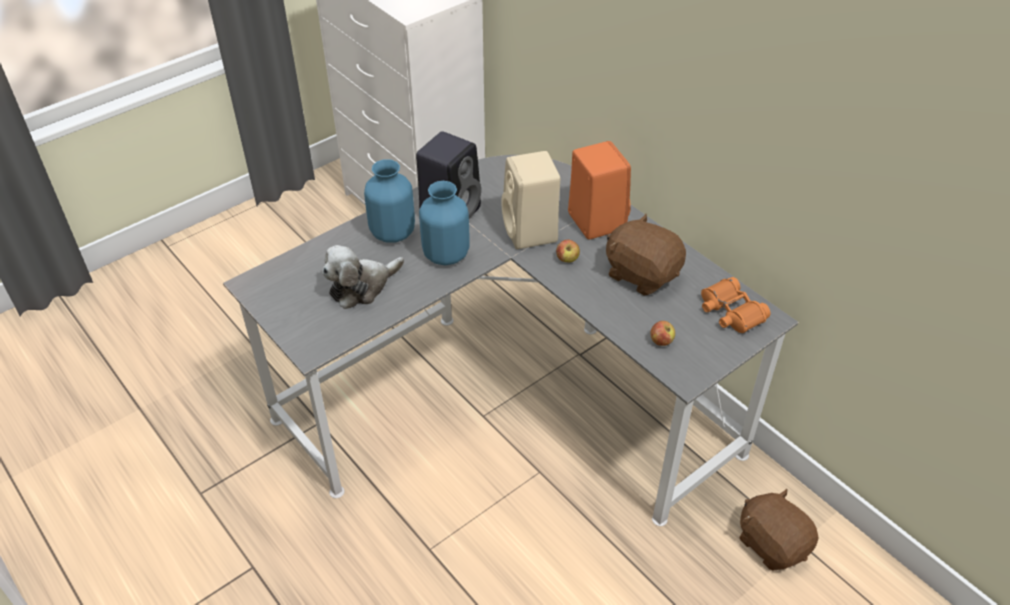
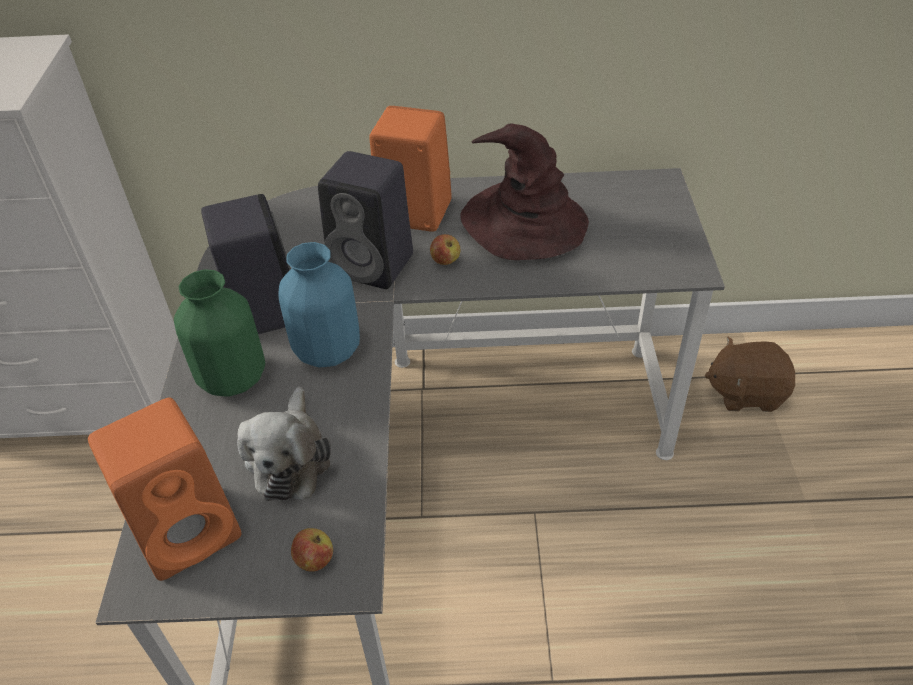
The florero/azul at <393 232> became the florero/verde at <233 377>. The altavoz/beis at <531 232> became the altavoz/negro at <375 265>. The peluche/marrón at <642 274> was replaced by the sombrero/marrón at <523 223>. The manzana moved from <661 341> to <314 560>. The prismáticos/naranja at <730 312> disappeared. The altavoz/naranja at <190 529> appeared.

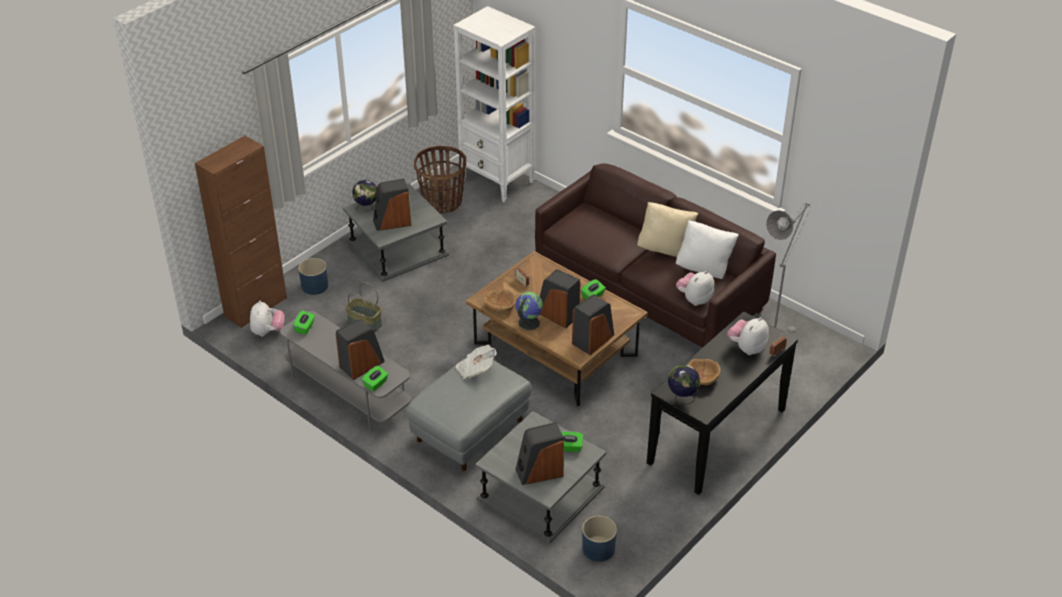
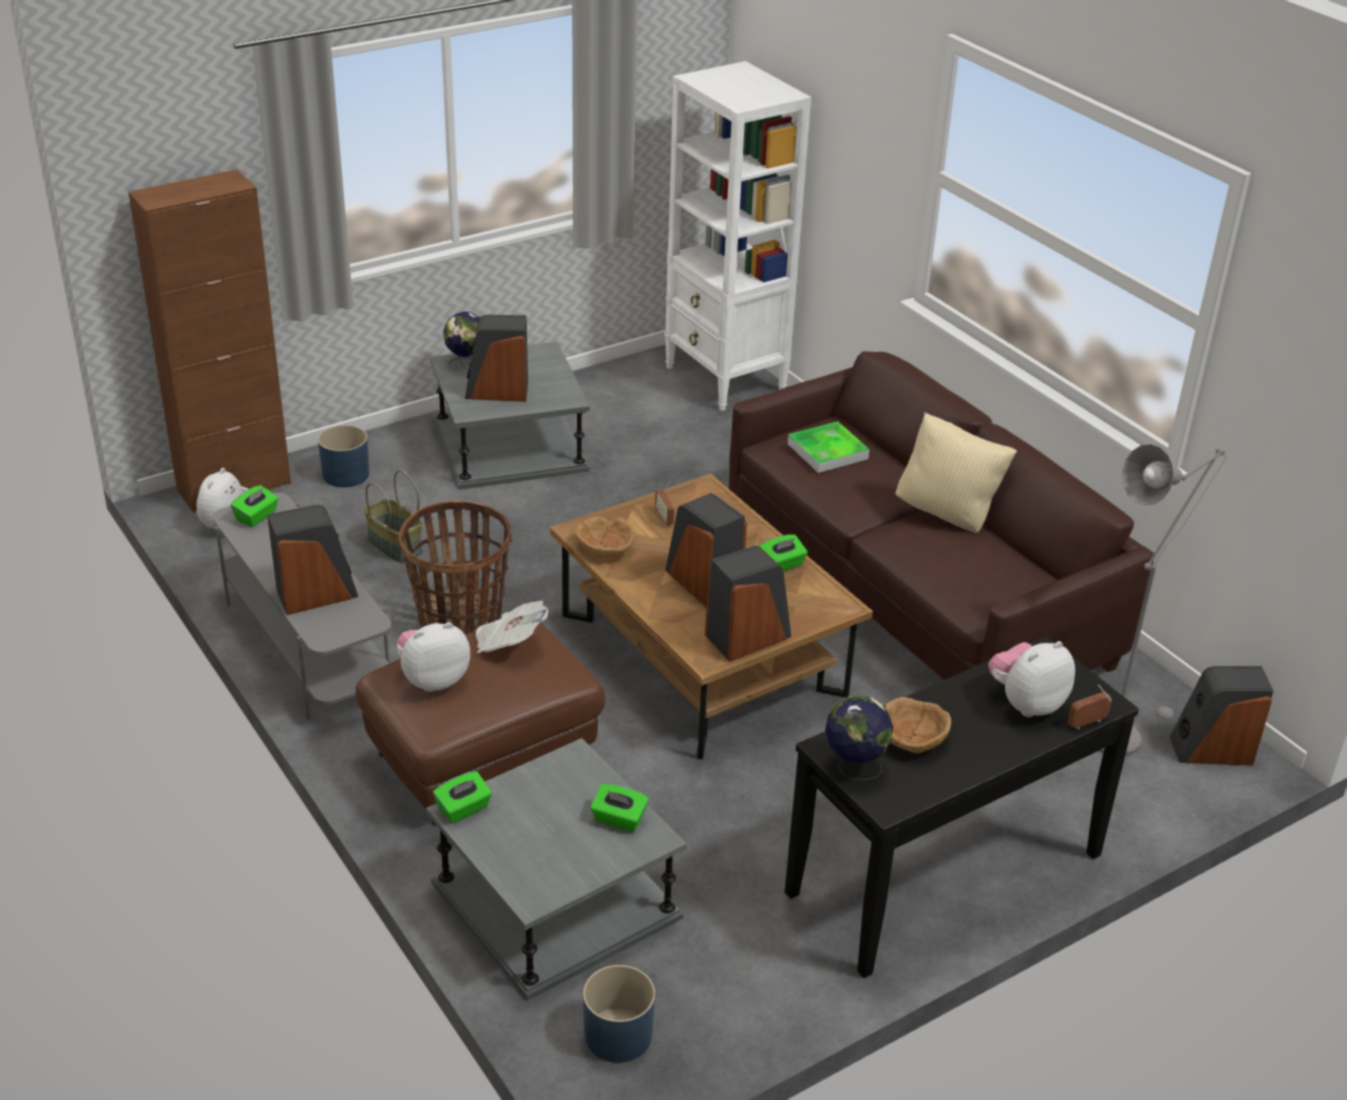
The caja de pañuelos/verde moved from <375 384> to <463 809>. The puf/gris at <470 431> became the puf/marrón at <482 758>. The cesta moved from <442 202> to <460 619>. The globo terráqueo at <528 322> disappeared. The altavoz moved from <539 472> to <1211 749>. The cojín/blanco at <704 269> disappeared. The peluche moved from <694 299> to <433 679>. The bandeja at <827 451> appeared.

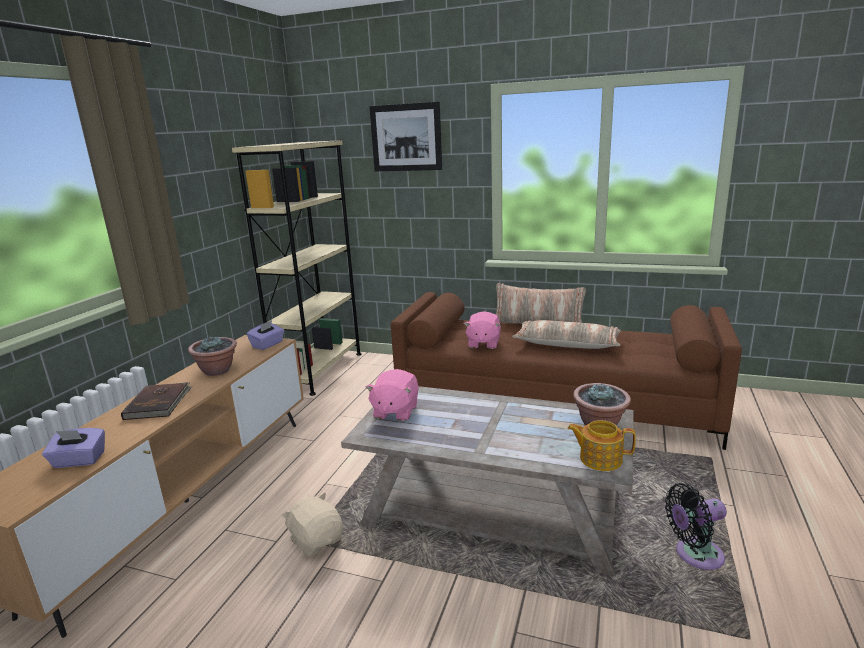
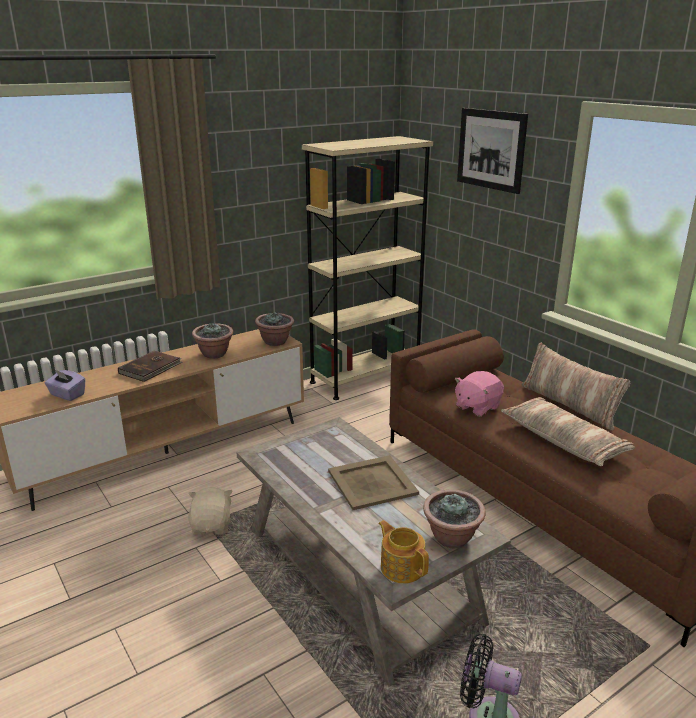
The caja de pañuelos/morado at <268 345> was replaced by the planta en maceta at <275 342>. The peluche/rosa at <395 411> disappeared. The bandeja/beis at <373 483> appeared.

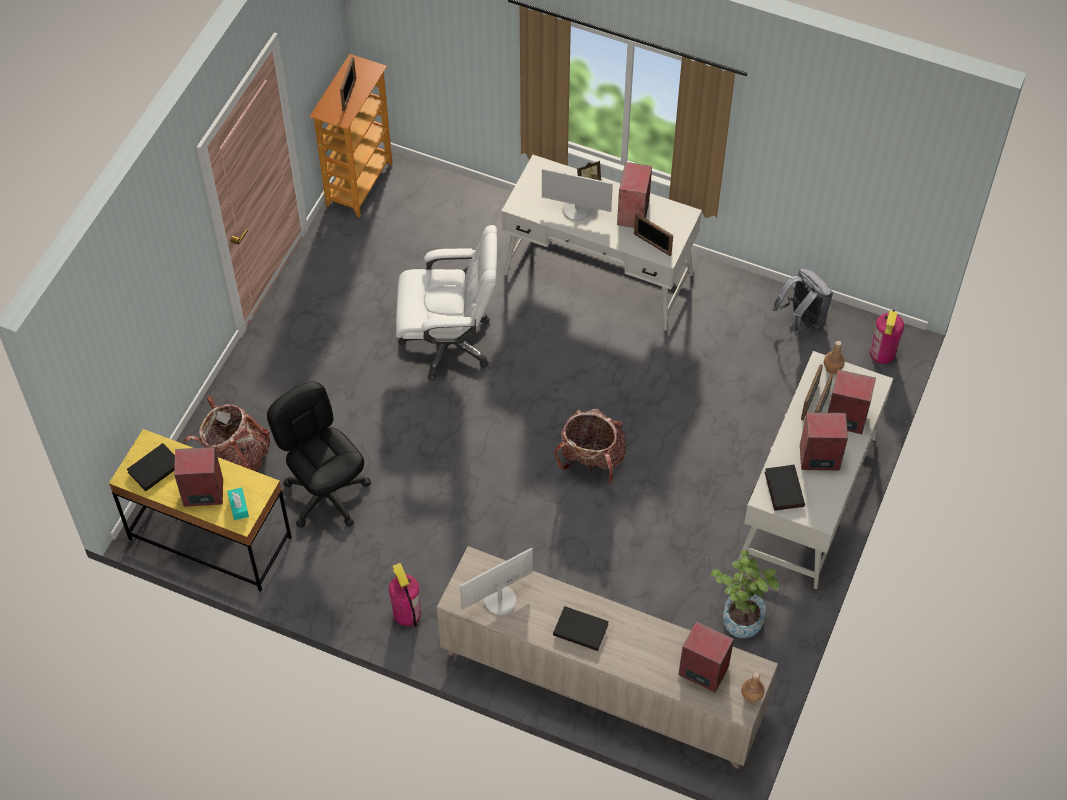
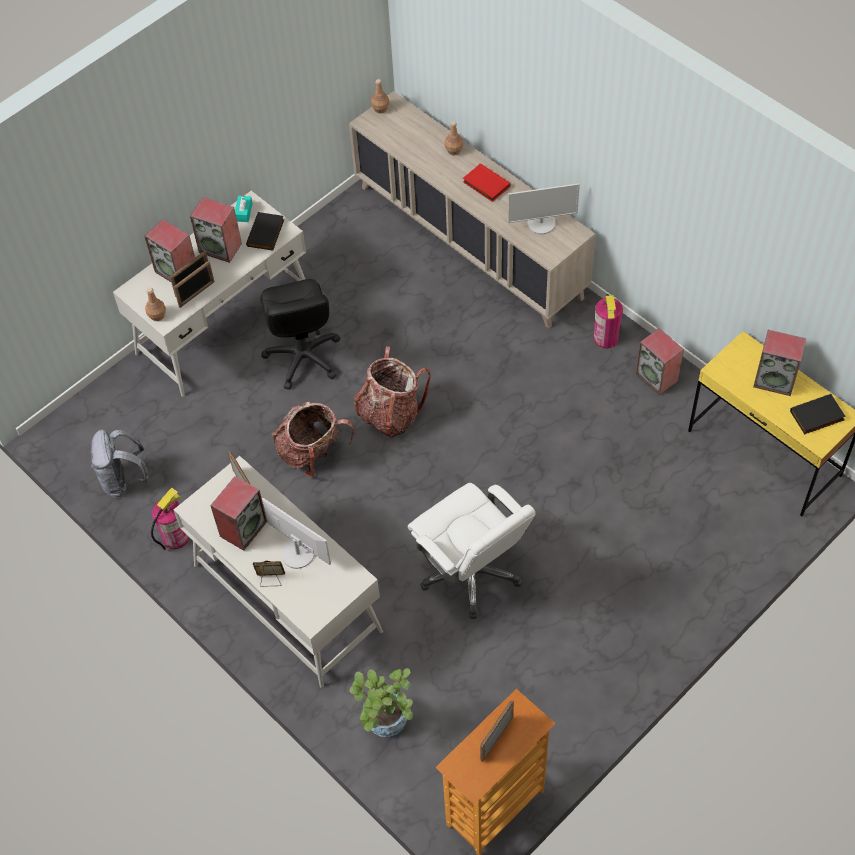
The mochila moved from <236 461> to <312 452>. The caja de pañuelos/turquesa moved from <238 506> to <244 212>. The silla de oficina/negro moved from <327 494> to <303 357>. The silla de oficina/blanco at <449 342> turned 150 degrees counterclockwise. The libro/negro at <581 629> became the libro/rojo at <485 185>. The altavoz moved from <702 671> to <657 377>. The planta en maceta moved from <740 615> to <386 724>. The extintor moved from <882 353> to <175 537>. The botella/marrón at <454 150> appeared.

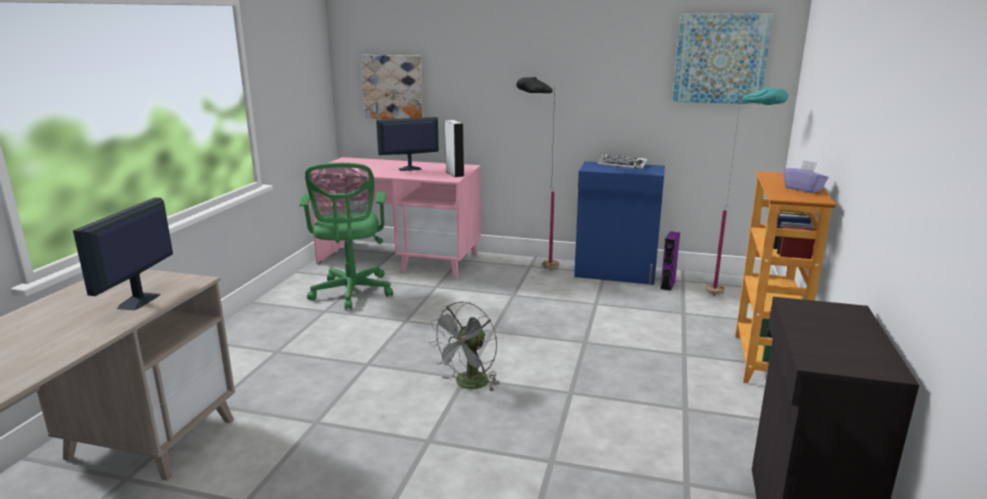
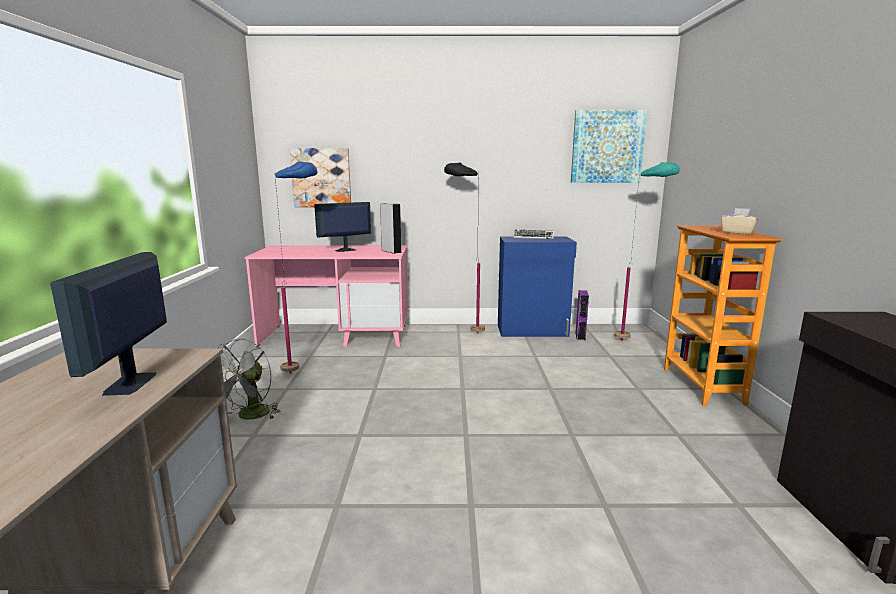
The silla de oficina/verde at <351 293> was replaced by the lámpara de pie/azul at <306 369>. The ventilador/gris moved from <468 385> to <250 416>. The caja de pañuelos/morado at <803 189> became the caja de pañuelos/beis at <737 232>.

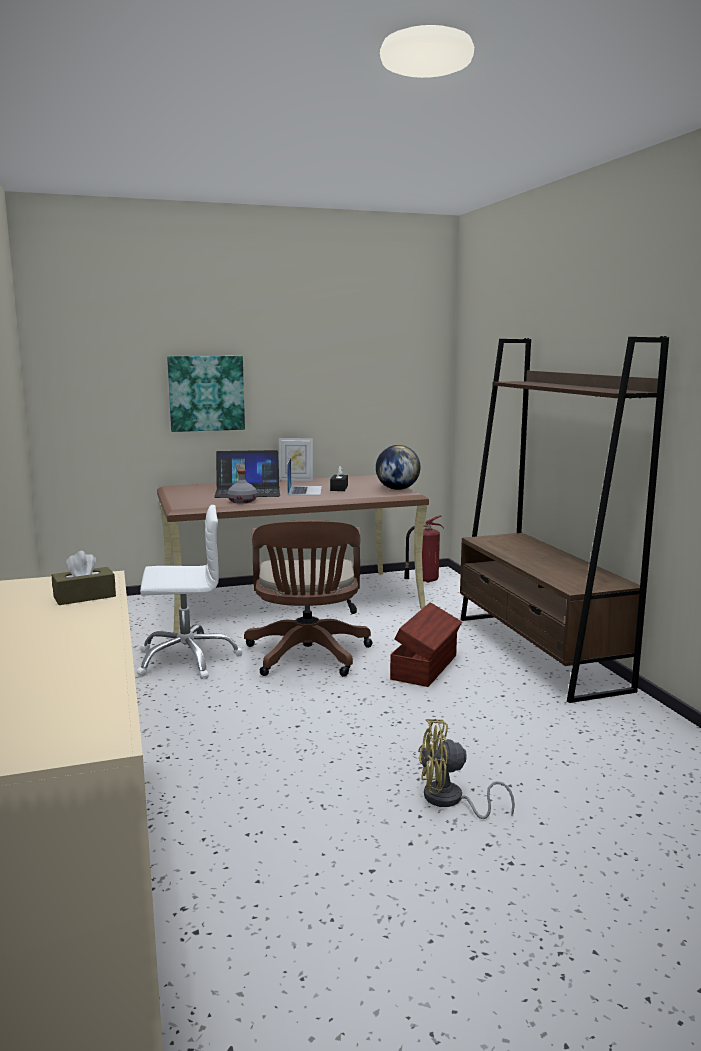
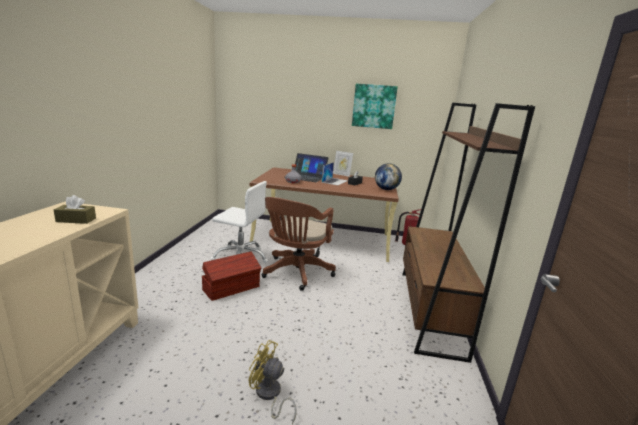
The cuadro moved from <206 393> to <374 106>. The caja de almacenaje/marrón moved from <426 667> to <232 288>.

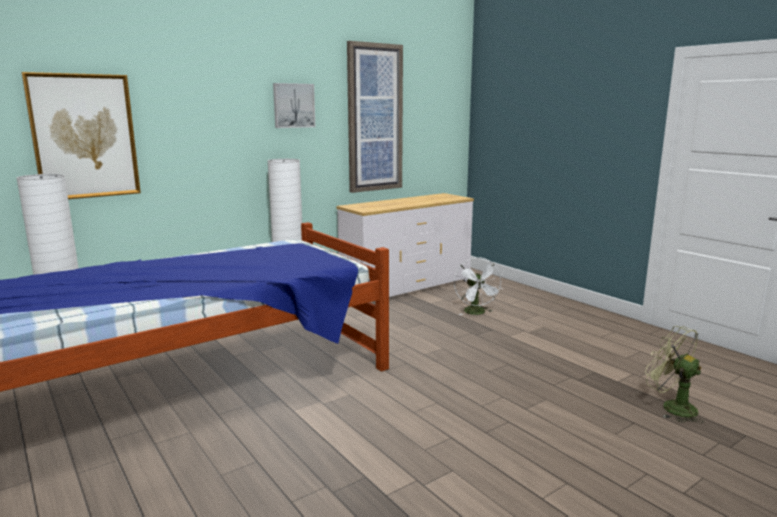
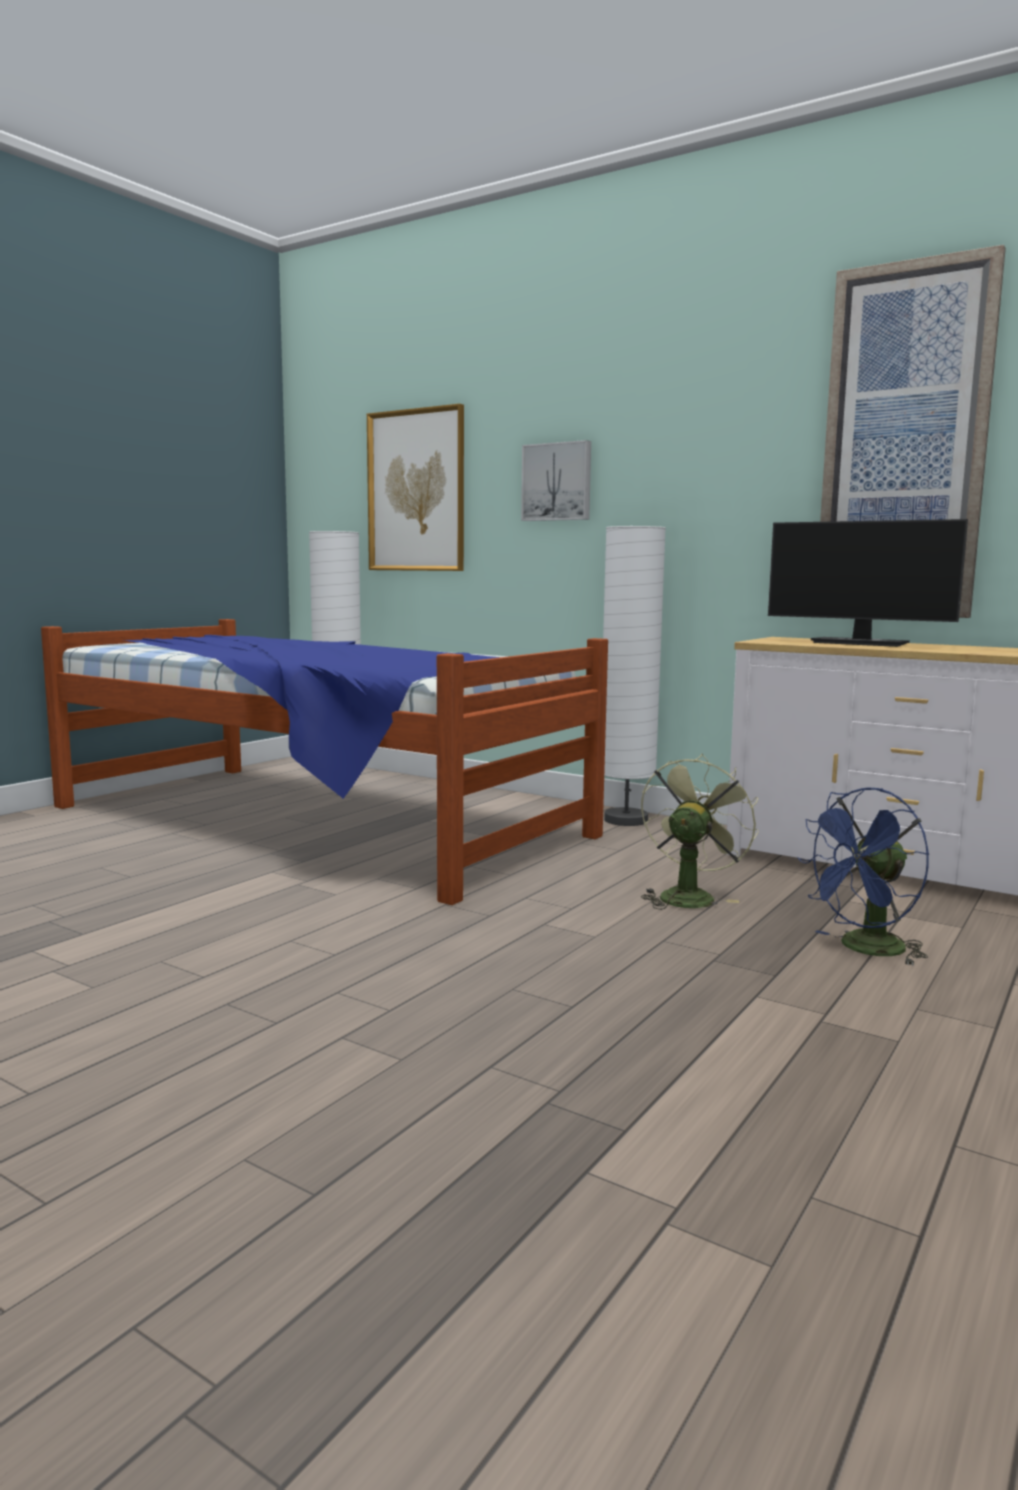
The cuadro moved from <293 105> to <557 482>. The ventilador/blanco at <477 313> became the ventilador/azul at <864 950>. The ventilador/verde moved from <671 407> to <689 896>. The monitor at <862 643> appeared.

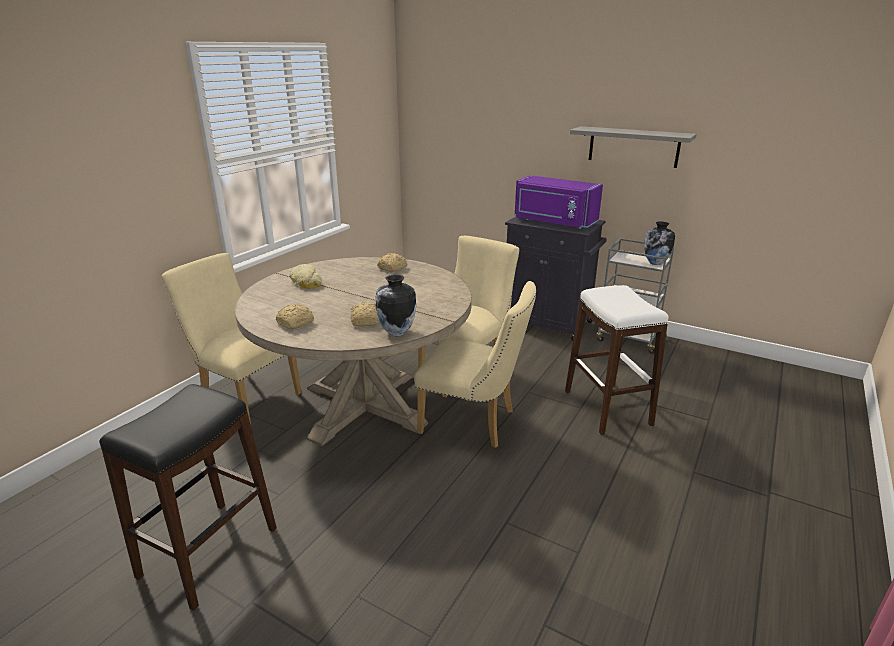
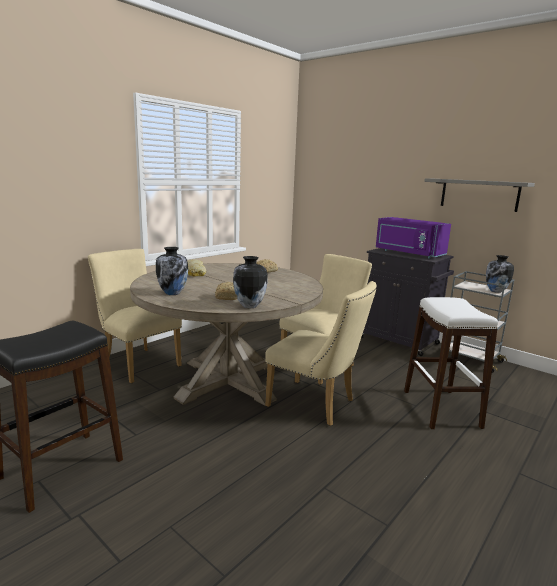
The pan at <296 323> was replaced by the florero at <173 293>.

